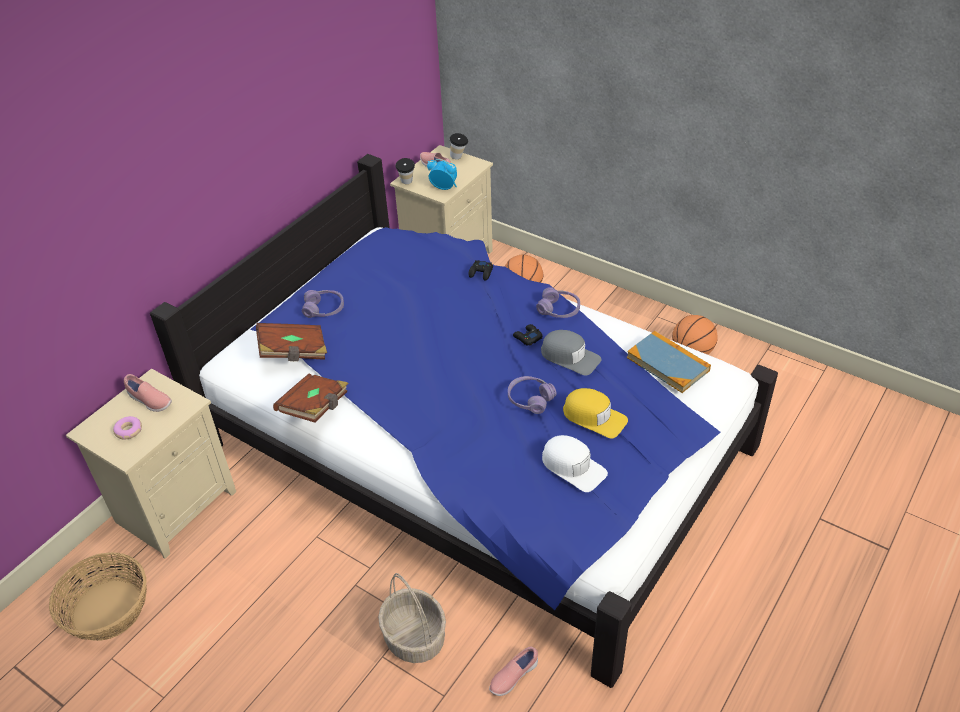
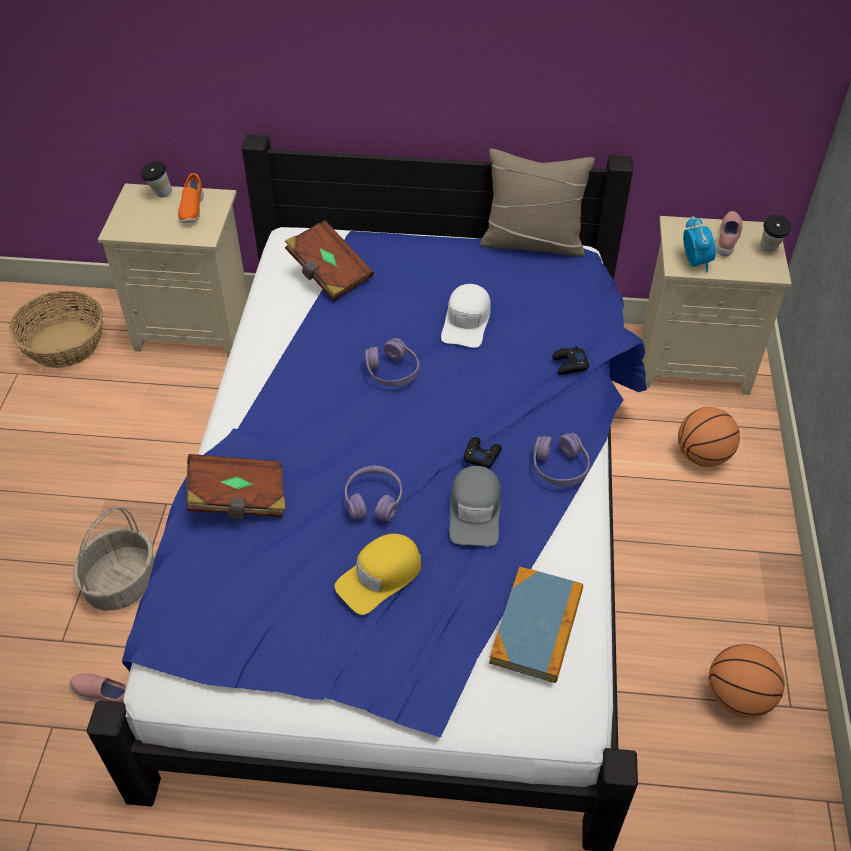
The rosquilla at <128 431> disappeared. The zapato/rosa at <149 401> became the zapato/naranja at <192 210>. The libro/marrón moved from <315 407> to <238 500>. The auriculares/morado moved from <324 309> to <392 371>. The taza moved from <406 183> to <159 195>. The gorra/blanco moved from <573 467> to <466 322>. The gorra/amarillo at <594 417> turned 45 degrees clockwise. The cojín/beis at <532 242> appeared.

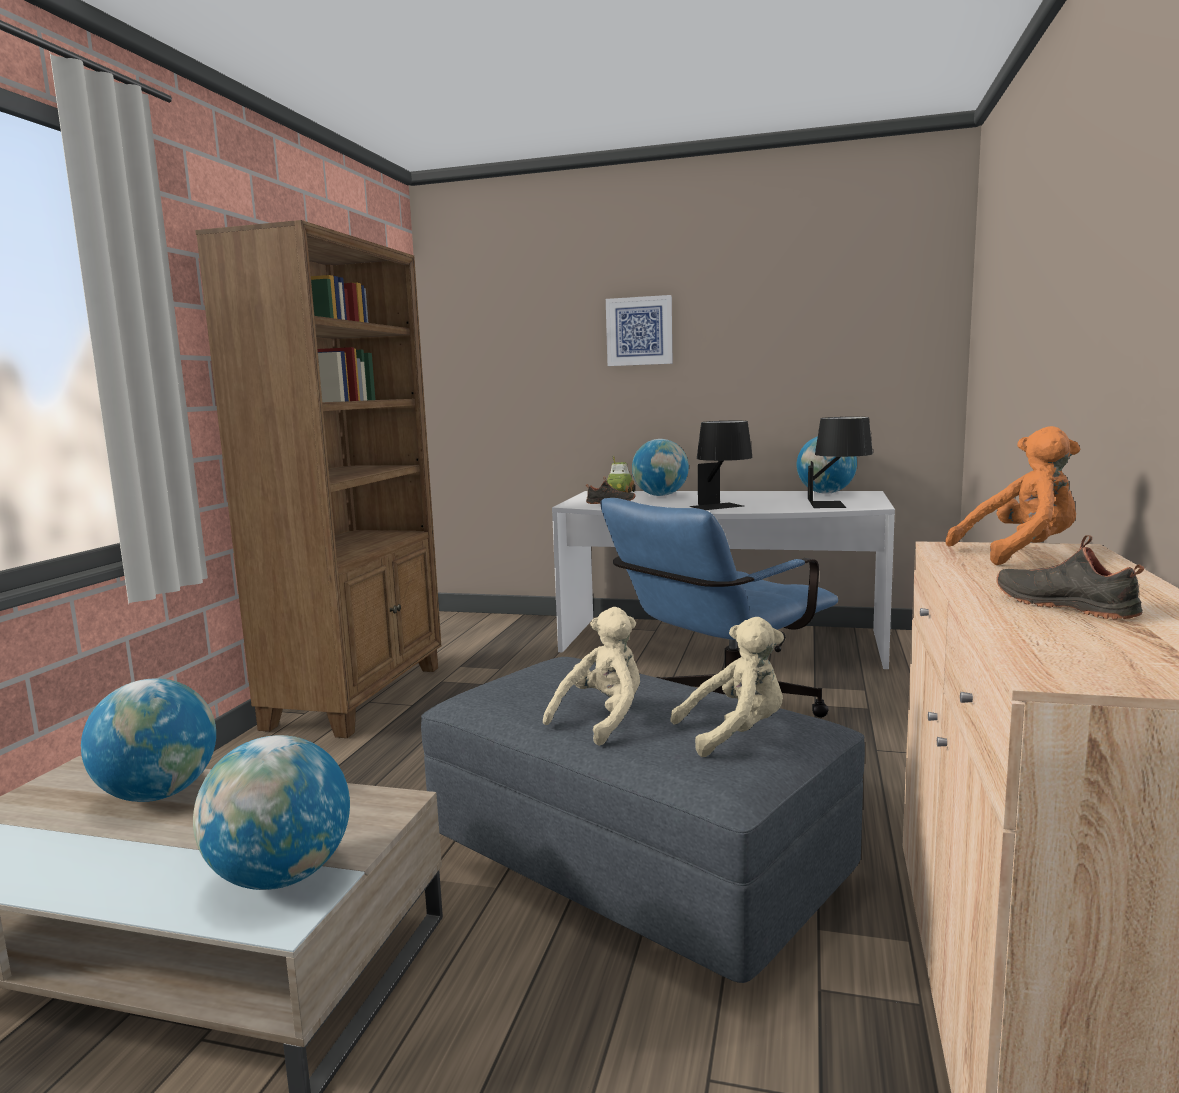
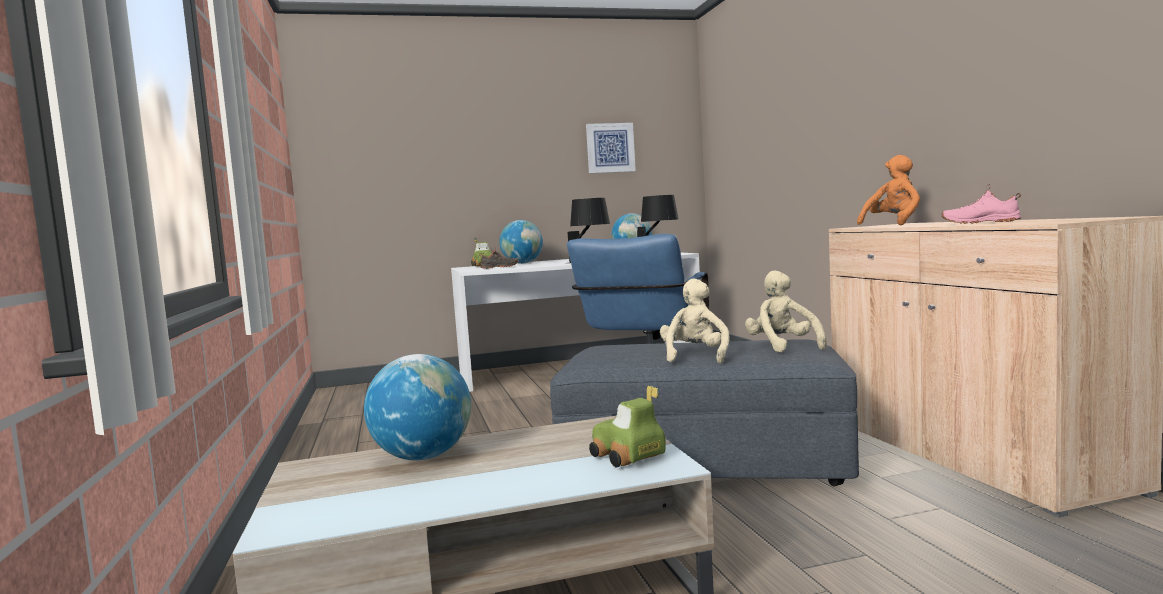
The globo terráqueo at <281 877> was replaced by the coche de juguete at <627 457>. The estantería/marrón at <359 696> disappeared. The cuadro moved from <639 331> to <610 148>. The peluche/beis at <735 734> turned 60 degrees counterclockwise. The zapato/negro at <1066 606> became the zapato/rosa at <980 222>.

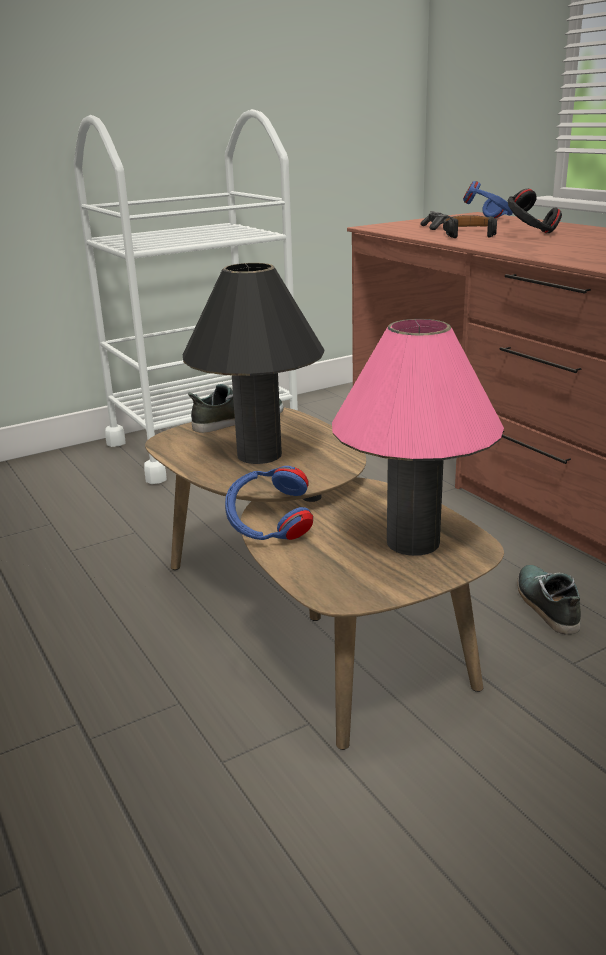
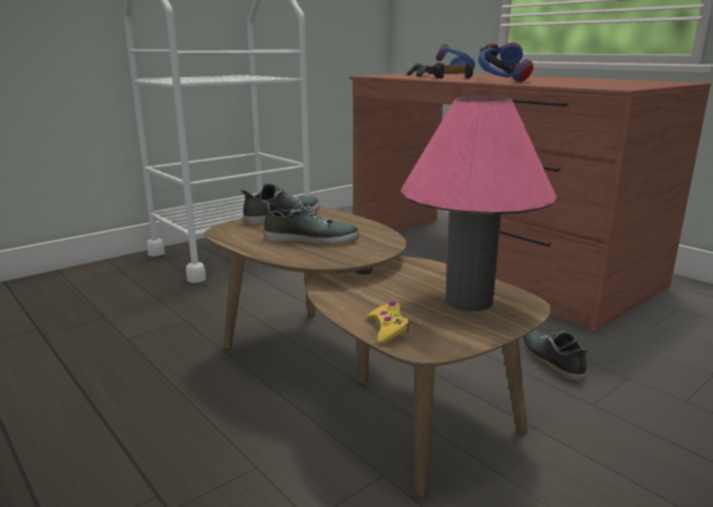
The lámpara de mesa/negro at <259 455> was replaced by the zapato at <311 238>. The auriculares/azul moved from <269 531> to <502 81>. The mando de consola/amarillo at <388 329> appeared.

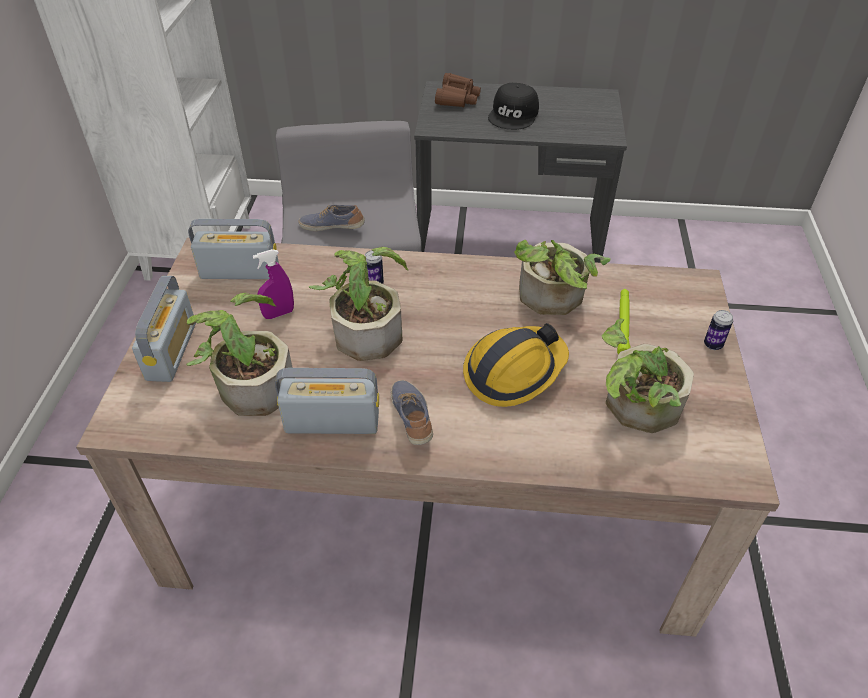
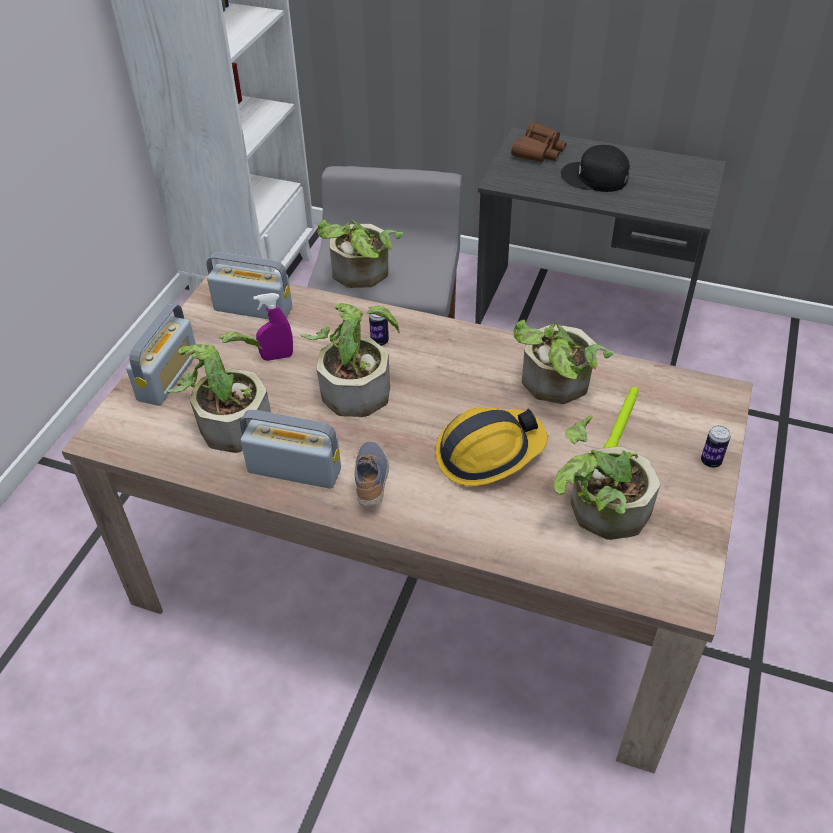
The zapato at <332 227> was replaced by the planta en maceta at <361 276>. The gorra/negro at <514 115> turned 75 degrees clockwise.

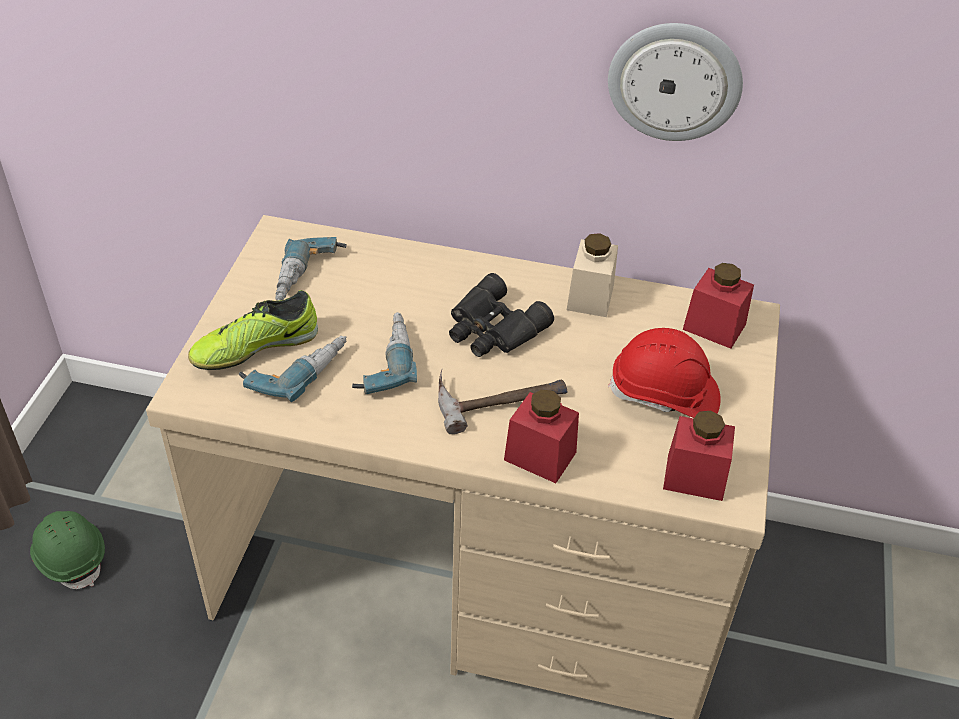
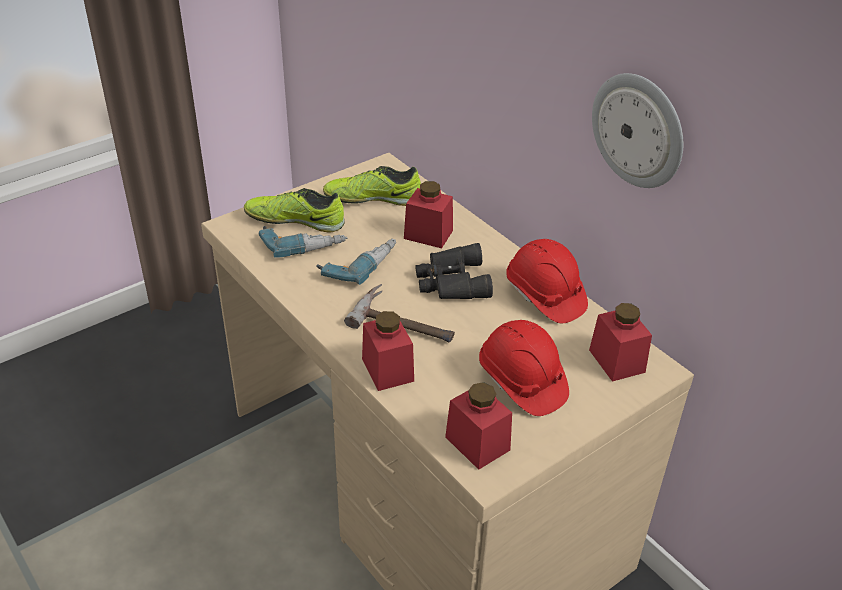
The casco/verde at <70 557> disappeared. The taladro at <310 278> was replaced by the zapato at <372 198>. The tarro/beis at <590 297> was replaced by the casco/rojo at <544 296>. The tarro/rojo at <428 234> appeared.

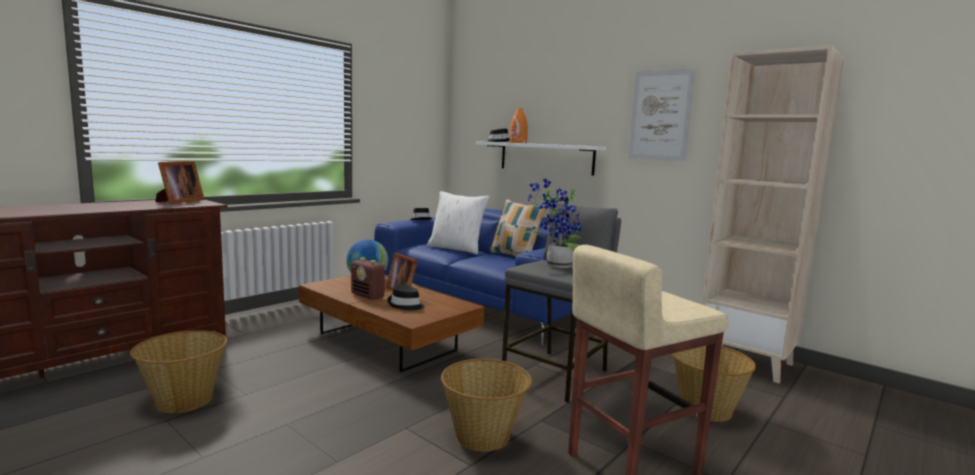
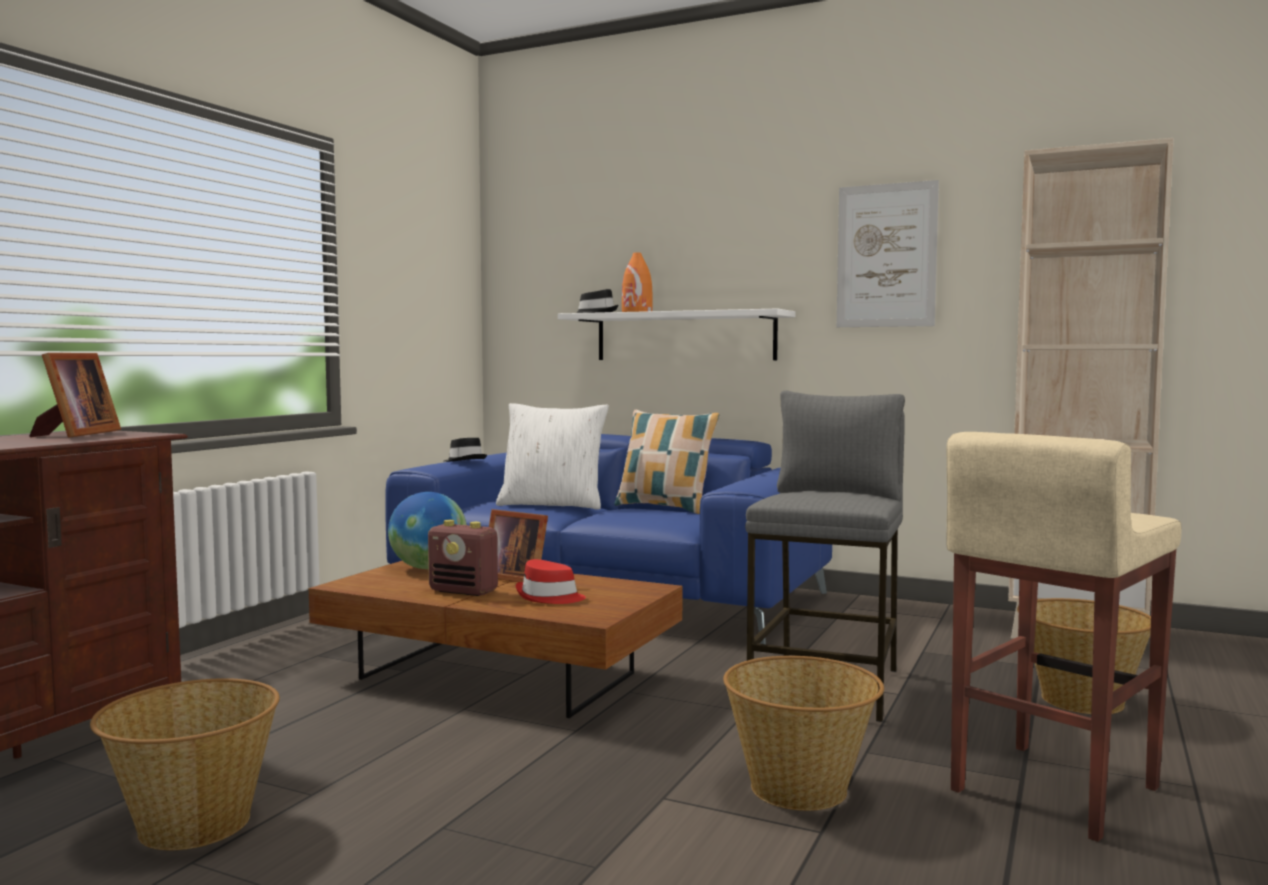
The sombrero/negro at <405 305> became the sombrero/rojo at <549 597>. The planta en maceta at <555 266> disappeared.

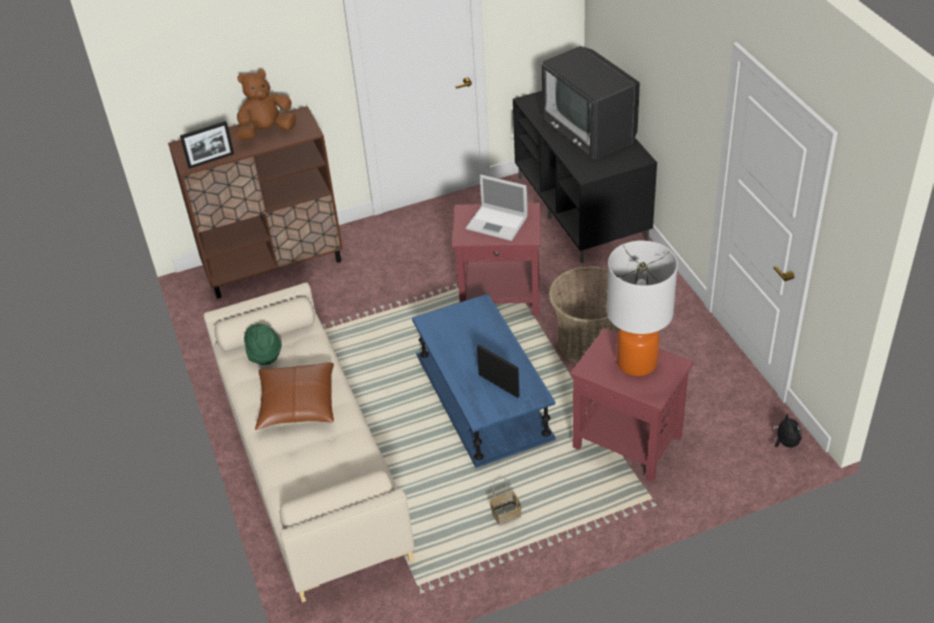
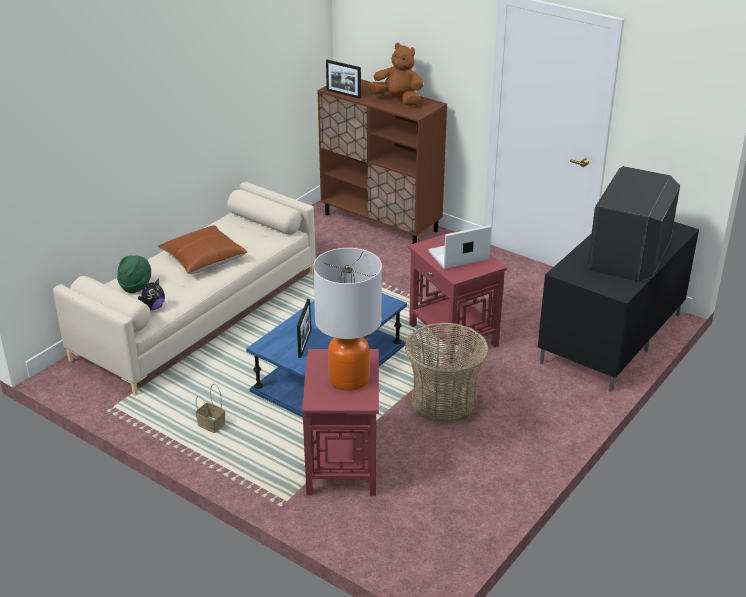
The sombrero/verde moved from <264 355> to <136 286>. The portátil at <498 223> turned 75 degrees clockwise. The peluche moved from <785 443> to <153 307>.

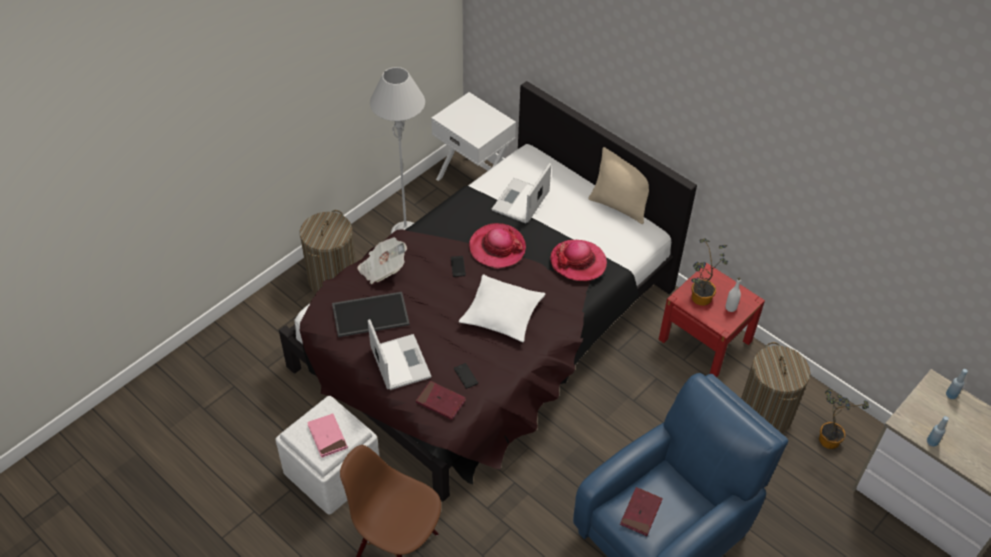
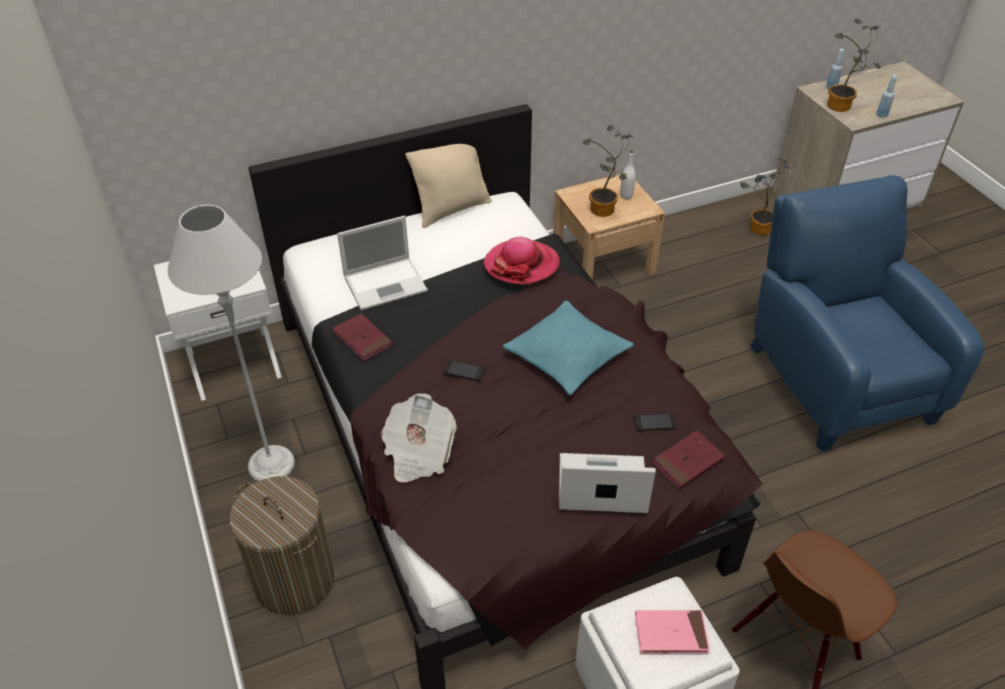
The bandeja at <371 313> disappeared. The cojín/blanco at <502 314> became the cojín/turquesa at <567 356>. The sombrero at <497 247> disappeared. The portátil at <520 202> turned 75 degrees counterclockwise. The libro/rojo moved from <641 513> to <362 339>. The mesita de noche/rojo at <705 340> became the mesita de noche/beis at <603 262>. The cesto de la ropa at <765 414> disappeared. The planta en maceta at <841 107> appeared.

